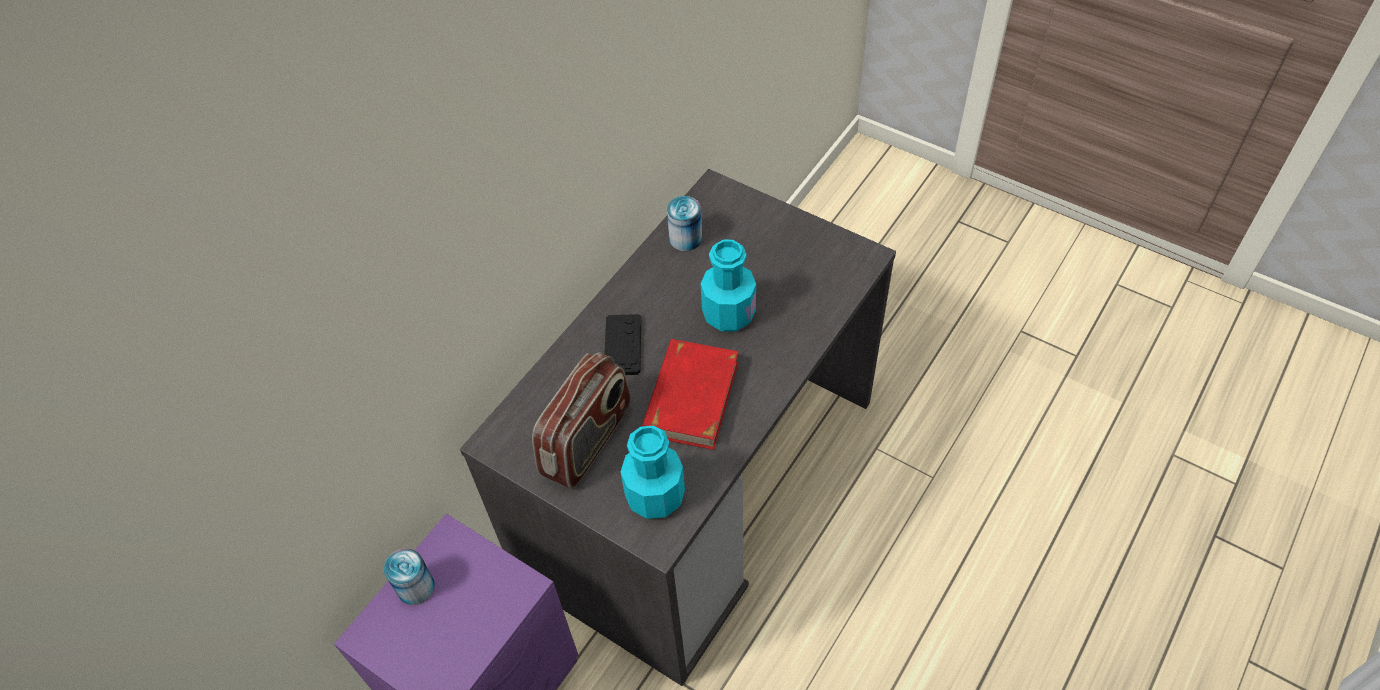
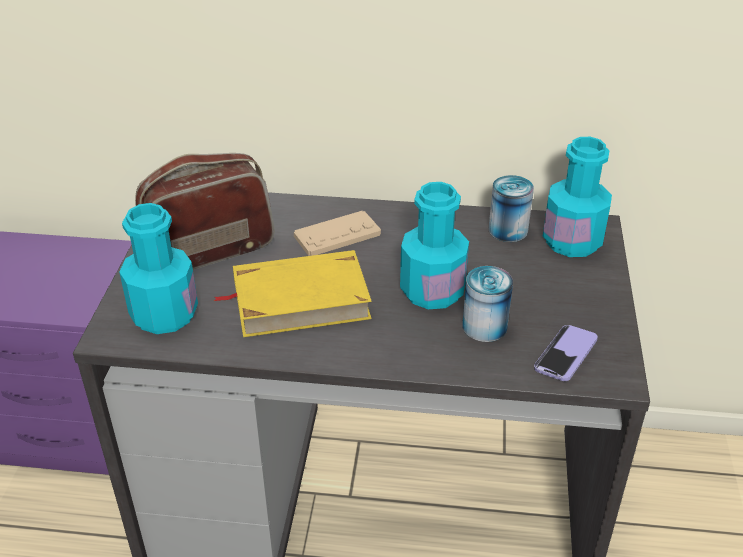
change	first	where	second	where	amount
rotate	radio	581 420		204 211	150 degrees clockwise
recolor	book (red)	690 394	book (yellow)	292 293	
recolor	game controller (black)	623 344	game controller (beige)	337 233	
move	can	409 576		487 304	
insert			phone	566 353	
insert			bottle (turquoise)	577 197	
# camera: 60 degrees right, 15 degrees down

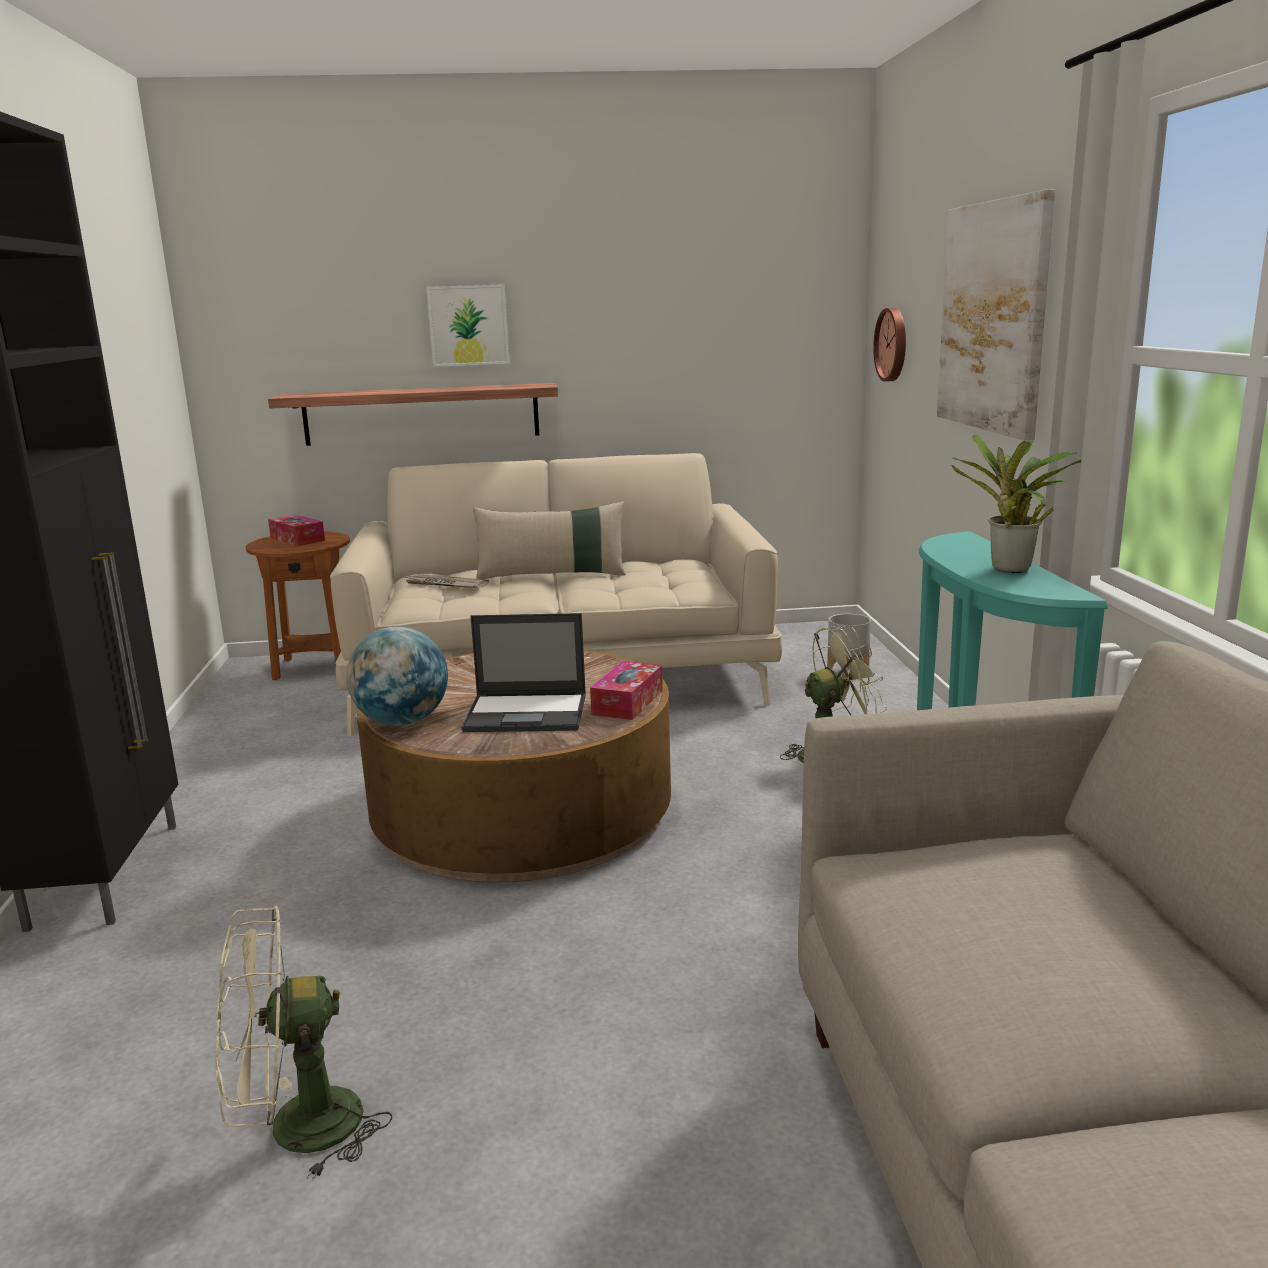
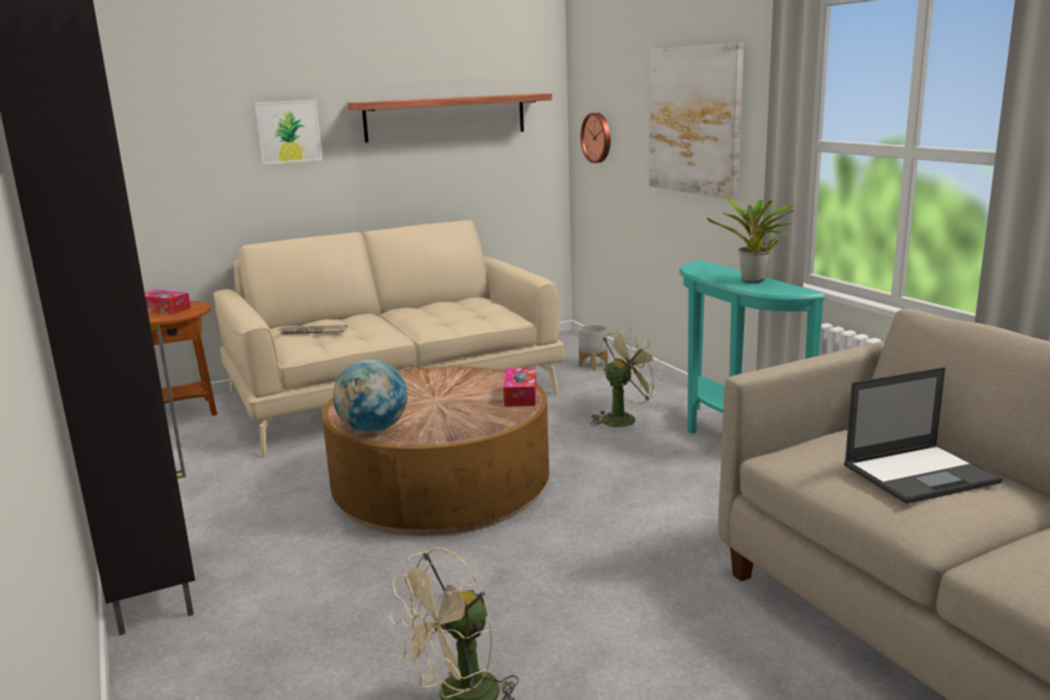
change	first	where	second	where	amount
move	shelf	413 414		449 118	
move	laptop	524 672		923 435	
delete	pillow (beige)	549 540			
# camera: 20 degrees left, 0 degrees up

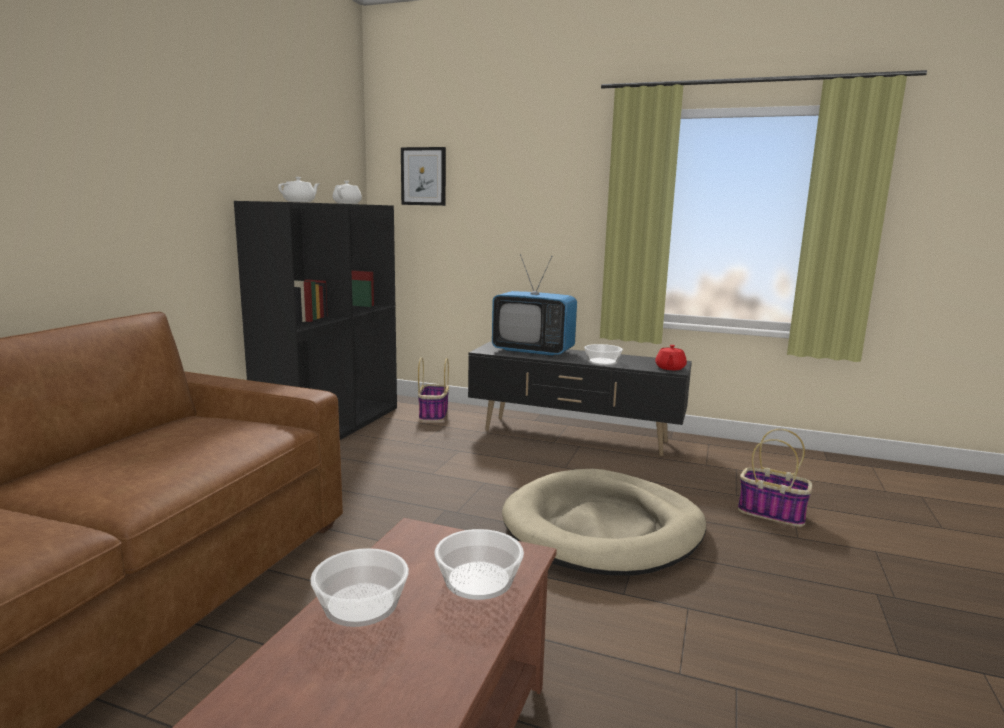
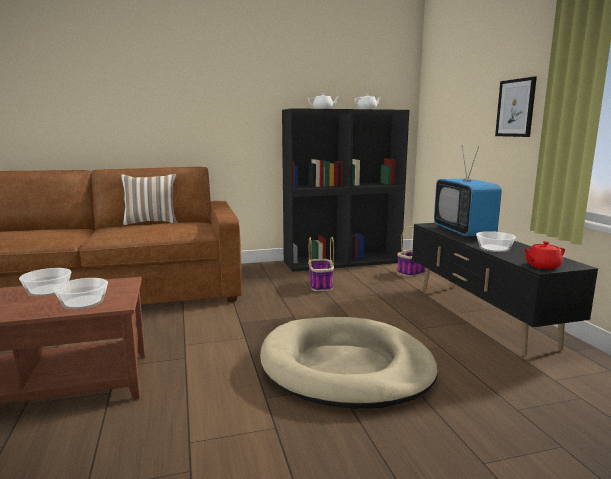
change	first	where	second	where	amount
insert			pillow	149 199	
move	basket	775 478		321 264	
move	picture	423 176		516 106	
# camera: 55 degrees right, 0 degrees up

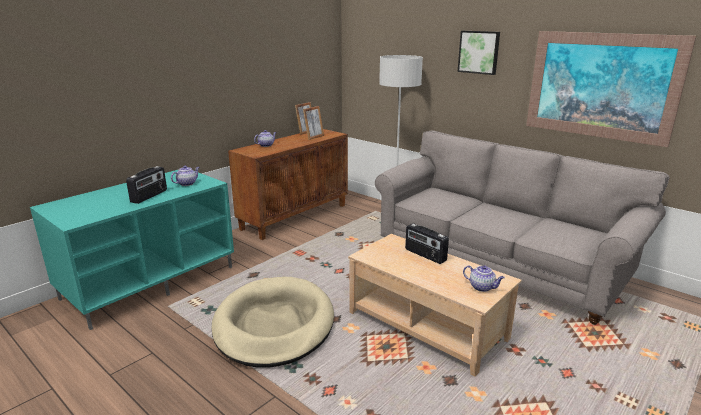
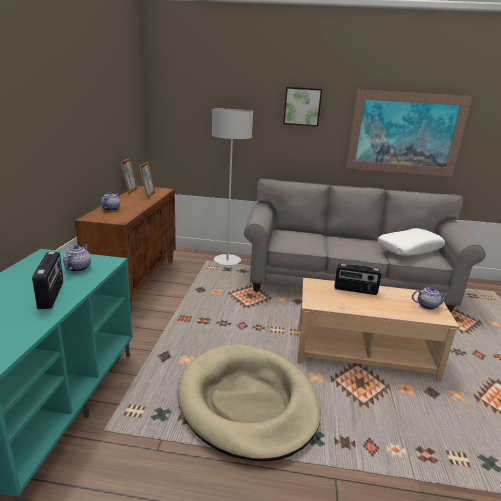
change	first	where	second	where	amount
insert			pillow (white)	411 242	
# camera: 35 degrees left, 0 degrees up

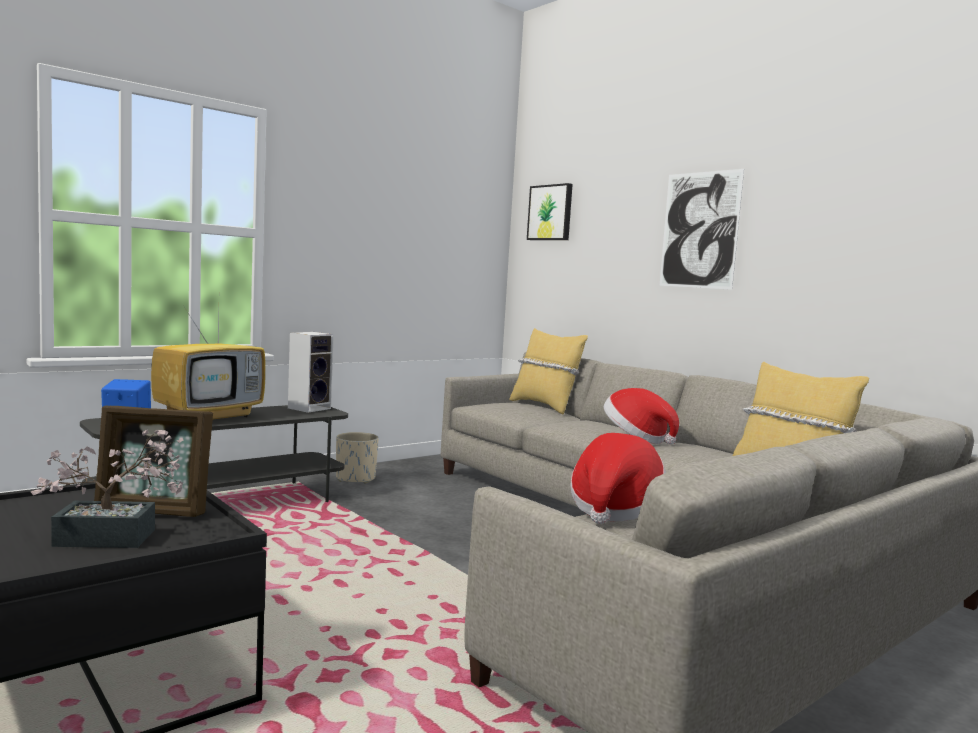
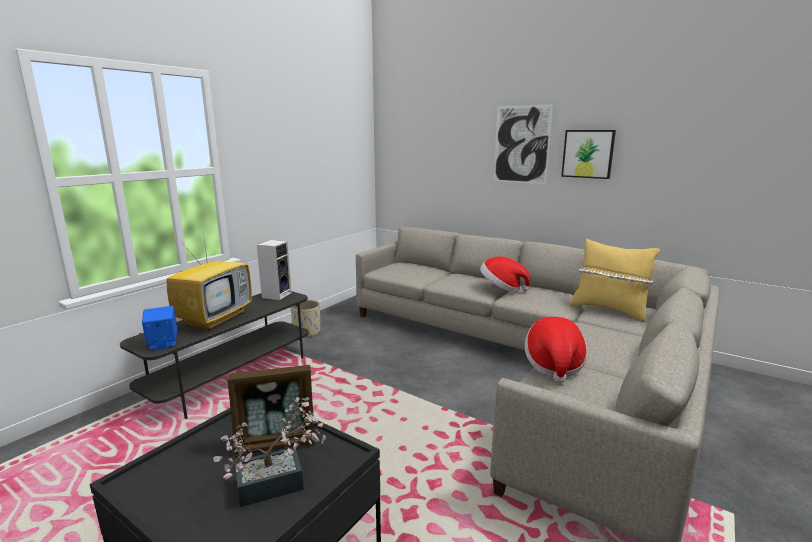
change	first	where	second	where	amount
move	picture	550 211		588 154	
delete	pillow (yellow)	548 371			
# camera: 15 degrees left, 10 degrees up

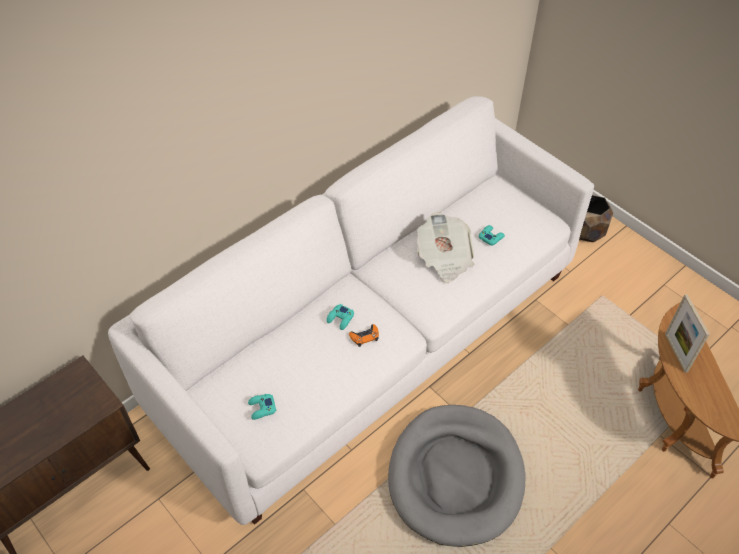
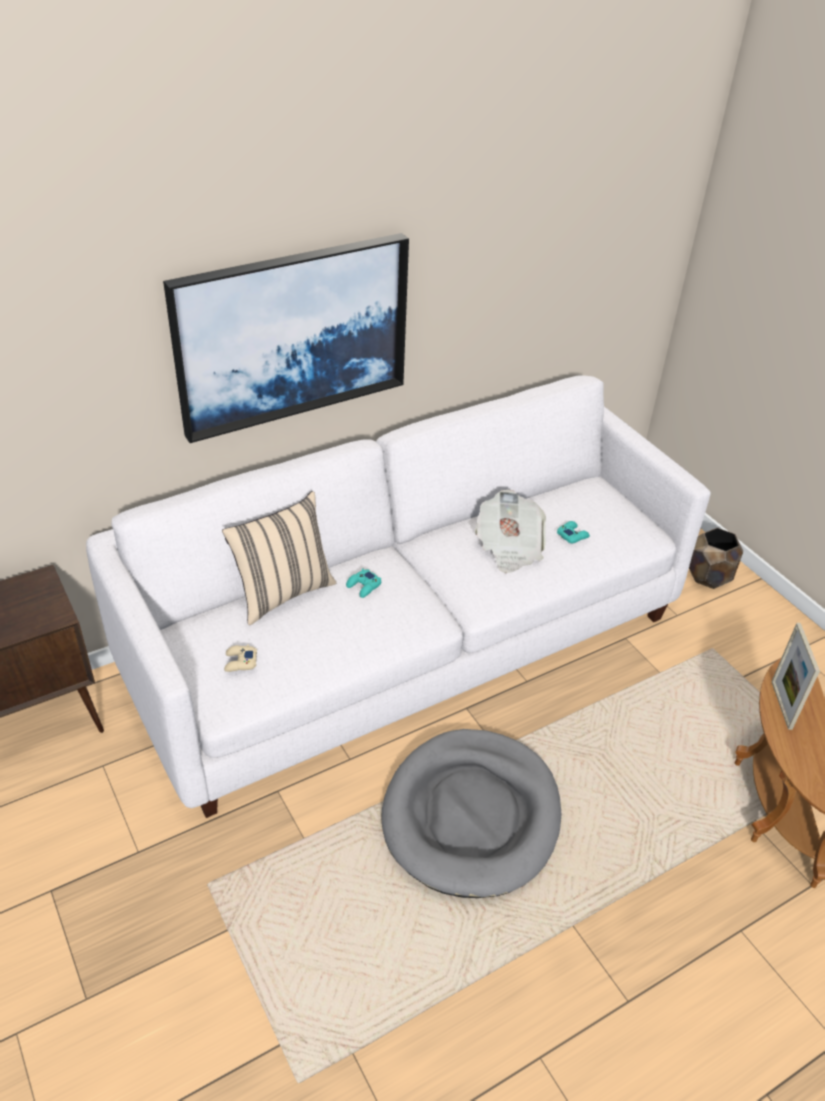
change	first	where	second	where	amount
insert			picture	286 338	
insert			pillow (beige)	279 558	
recolor	game controller (turquoise)	262 407	game controller (beige)	240 658	
delete	game controller (orange)	364 335			
# camera: 10 degrees right, 10 degrees down

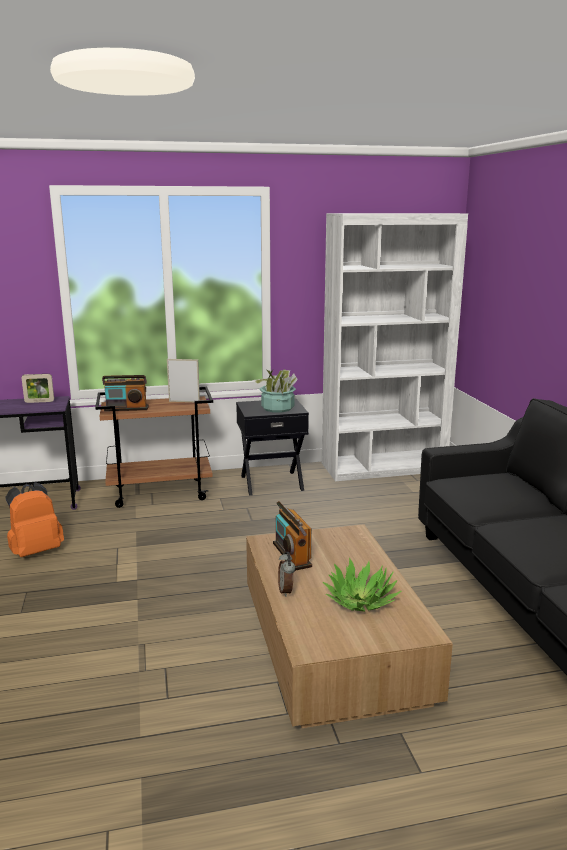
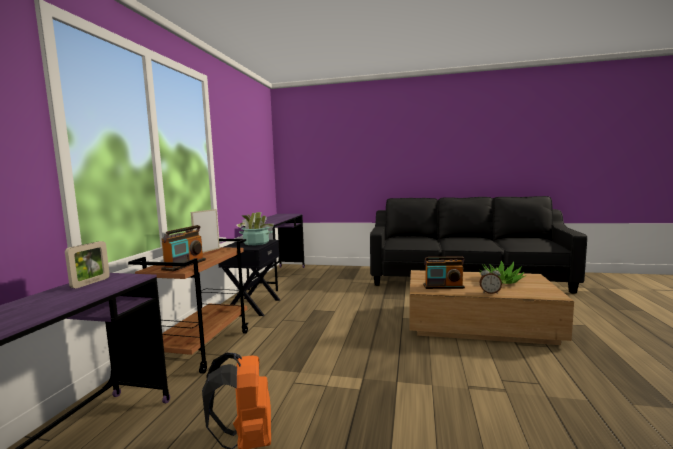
change	first	where	second	where	amount
replace	bookcase (white)	395 347	desk (purple)	274 252	
# camera: 65 degrees left, 10 degrees down

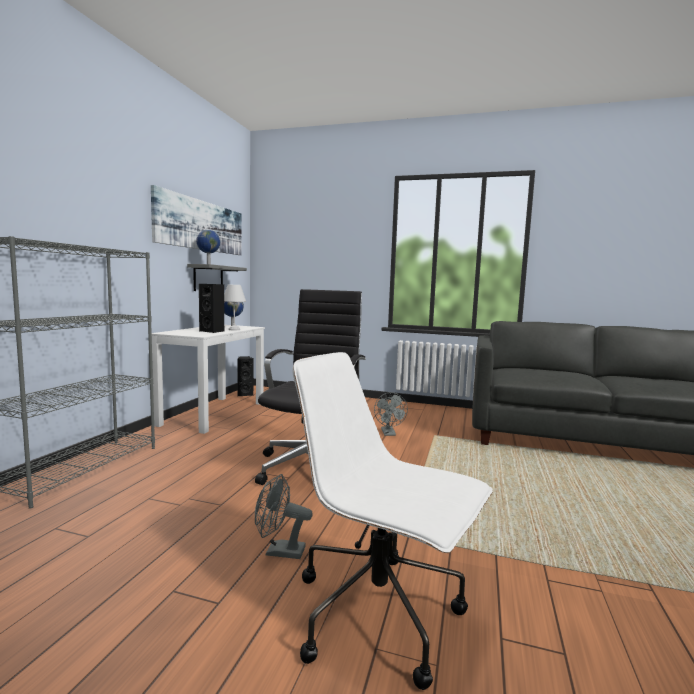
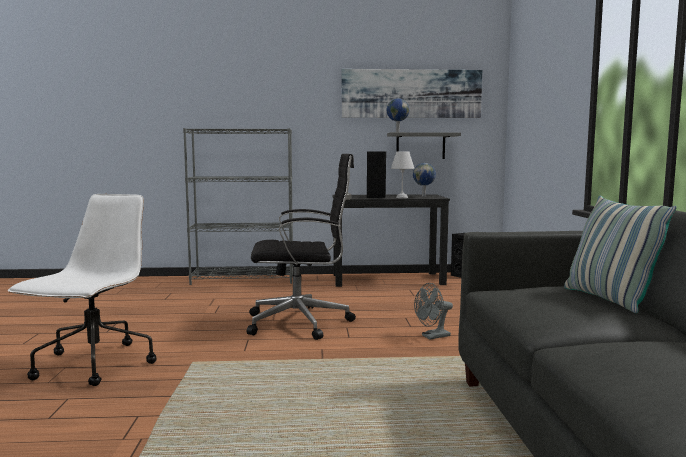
change	first	where	second	where	amount
recolor	desk (white)	208 379	desk (black)	391 240	
insert			pillow	620 254	
delete	fan (grey)	284 516			
# camera: 70 degrees right, 0 degrees up

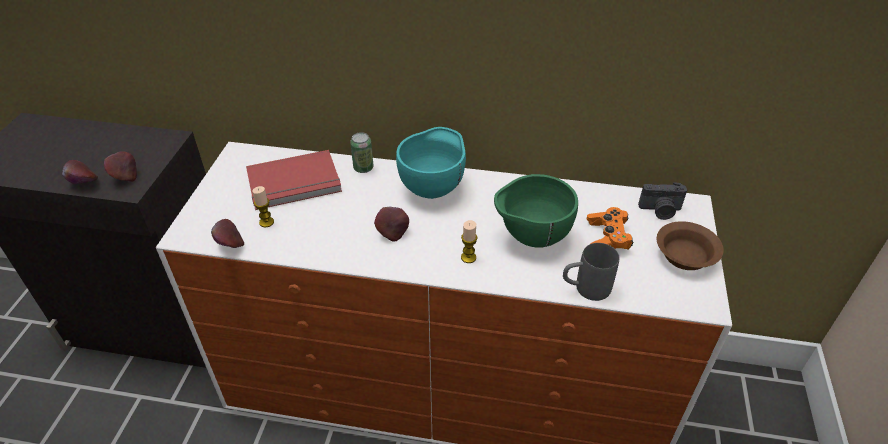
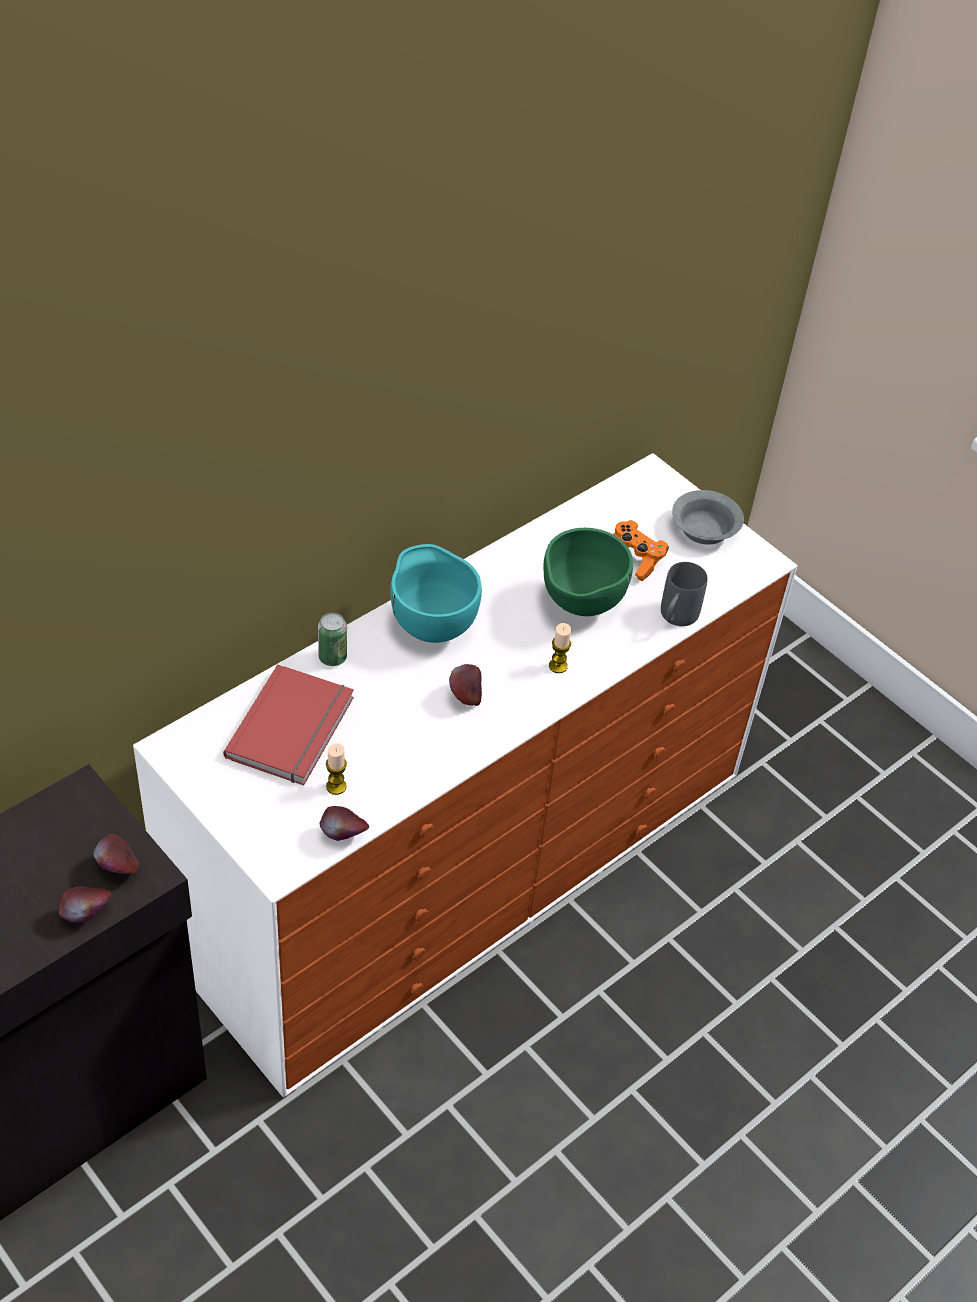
change	first	where	second	where	amount
recolor	bowl (brown)	690 245	bowl (grey)	708 517	
delete	photo camera	662 201			
# camera: 55 degrees left, 5 degrees up

